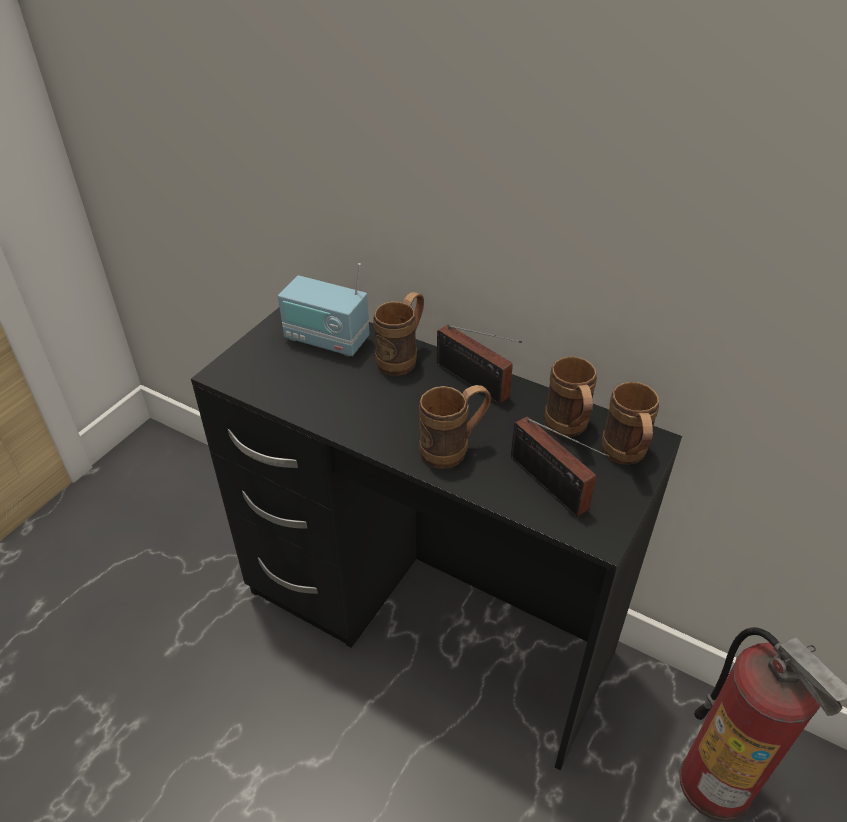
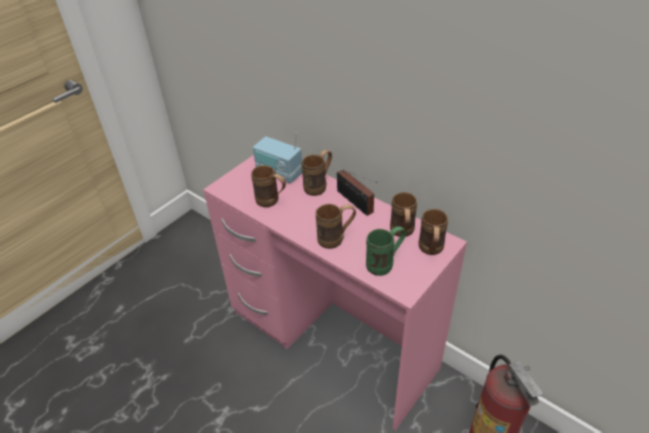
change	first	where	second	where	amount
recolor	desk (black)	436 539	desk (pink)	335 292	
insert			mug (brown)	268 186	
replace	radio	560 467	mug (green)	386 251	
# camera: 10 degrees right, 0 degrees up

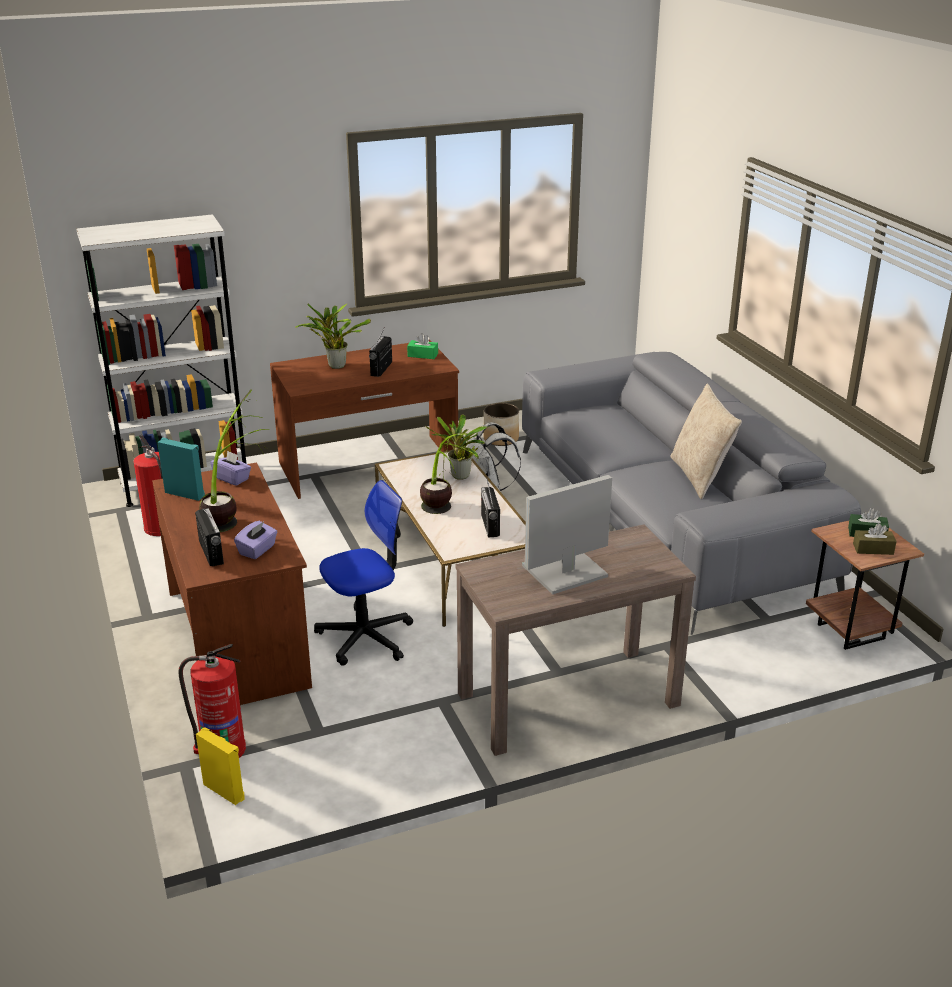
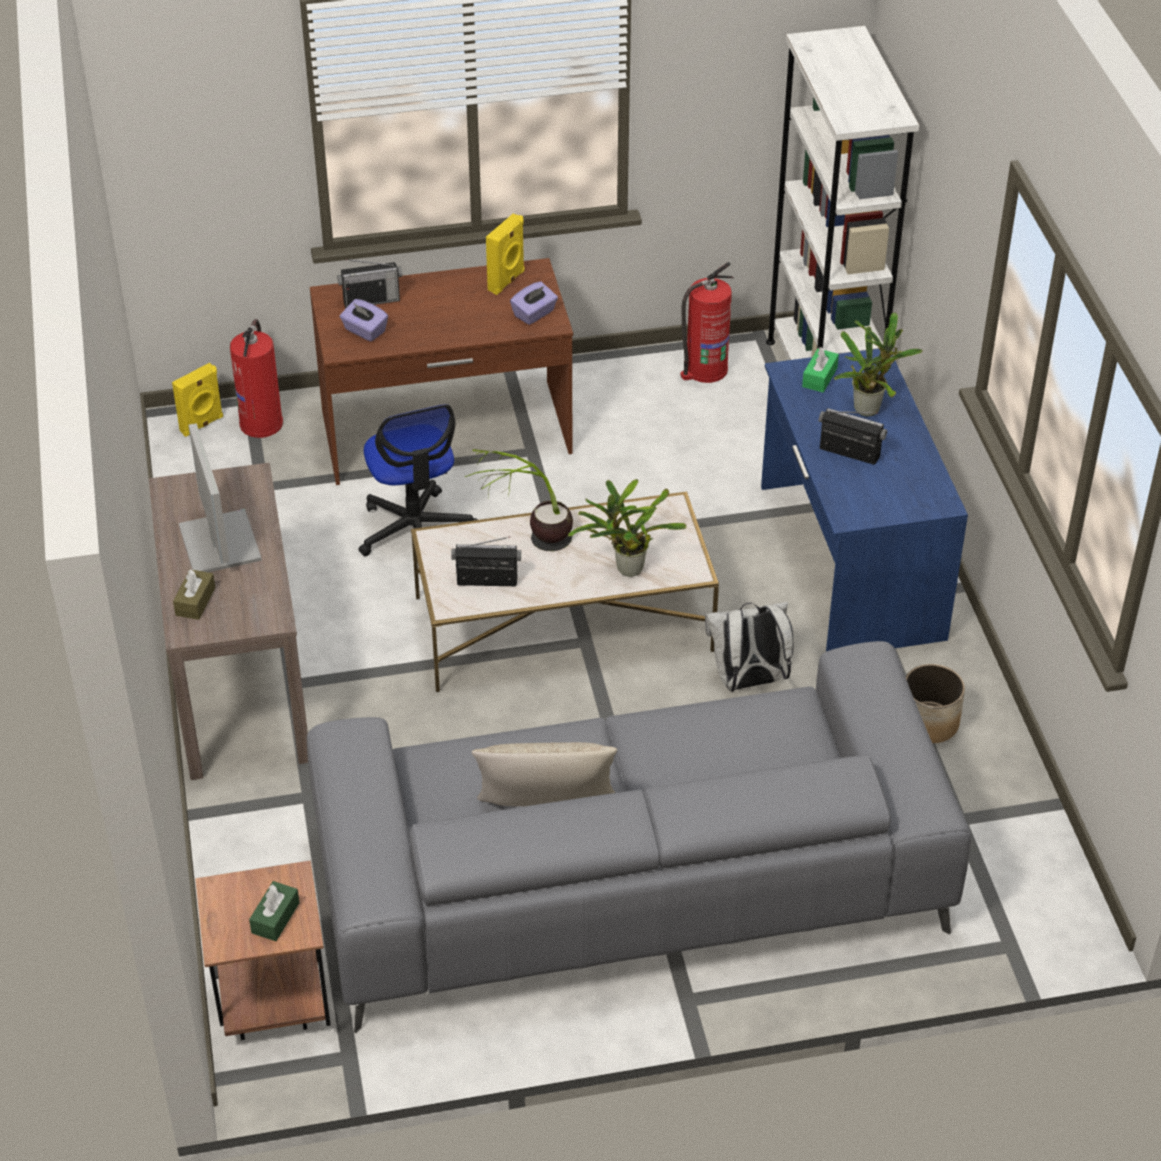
change	first	where	second	where	amount
move	tissue box (brown)	875 539		194 594	
recolor	speaker (turquoise)	181 469	speaker (yellow)	505 254	
recolor	desk (brown)	364 419	desk (blue)	864 500	
move	tissue box (green)	422 346		820 370	
delete	potted plant	234 460			
# camera: 100 degrees right, 15 degrees up

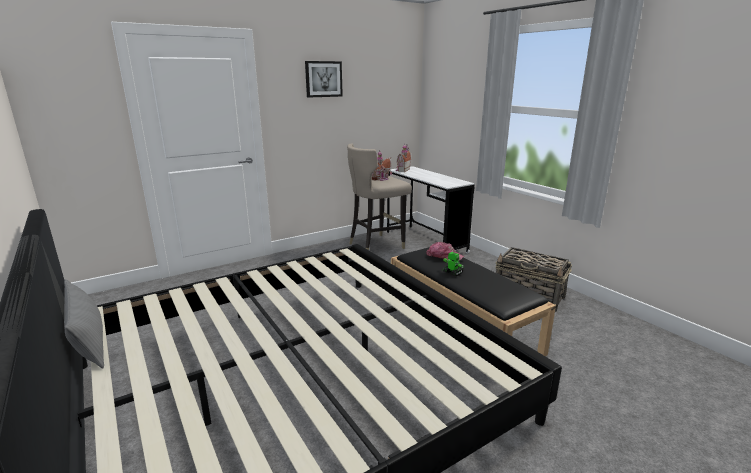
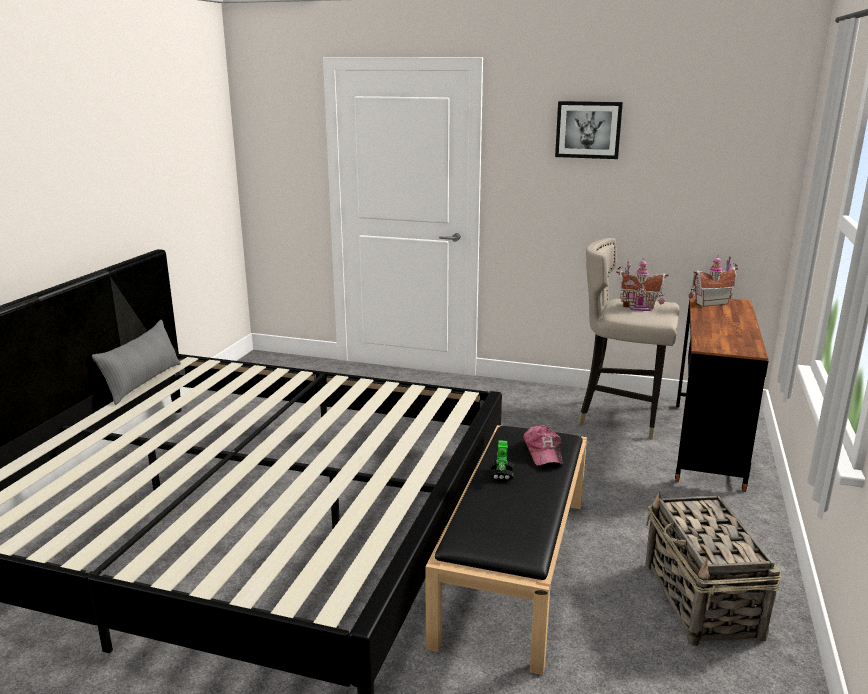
change	first	where	second	where	amount
recolor	desk (white)	431 210	desk (brown)	721 394	
# camera: 50 degrees right, 0 degrees up

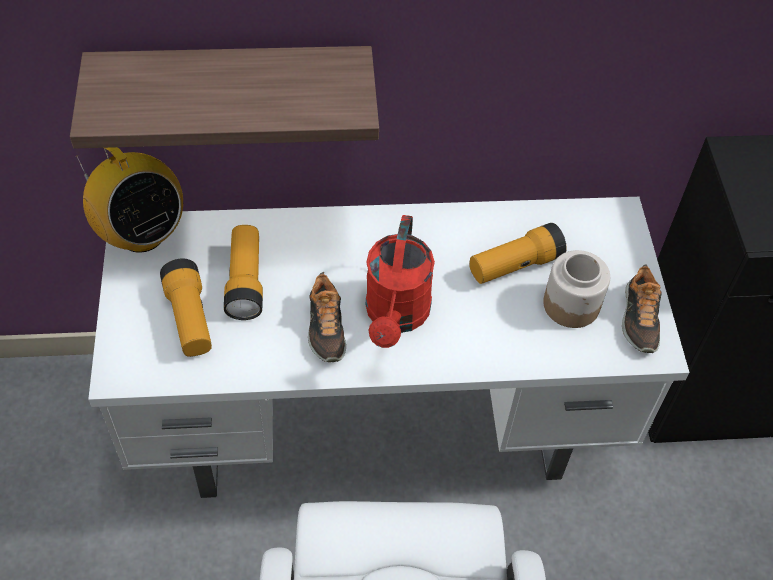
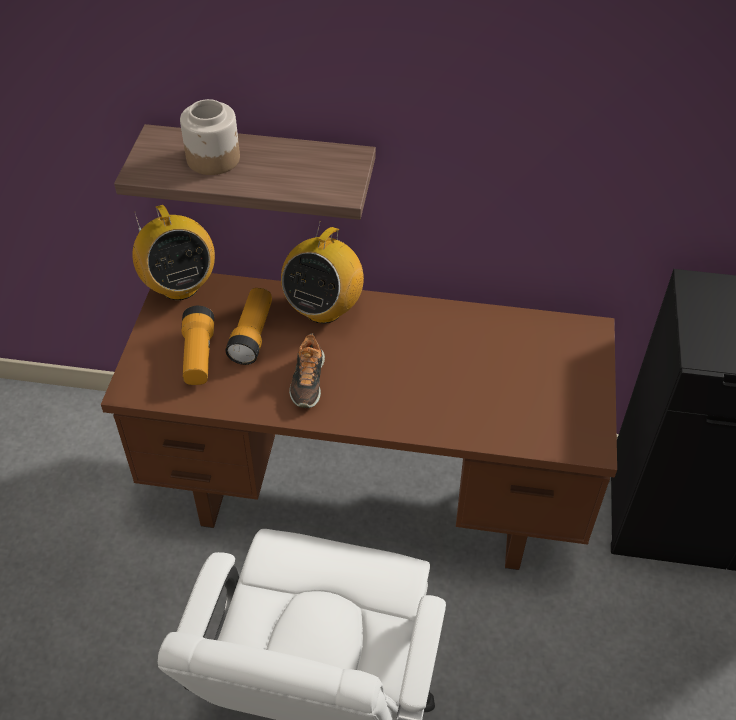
change	first	where	second	where	amount
recolor	desk (white)	389 347	desk (brown)	359 421	
move	jar	576 289		210 137	
insert			radio	322 272	
delete	watering can (red)	400 281			
delete	flashlight	518 253			
delete	shoe	642 308			
# camera: 15 degrees right, 5 degrees down

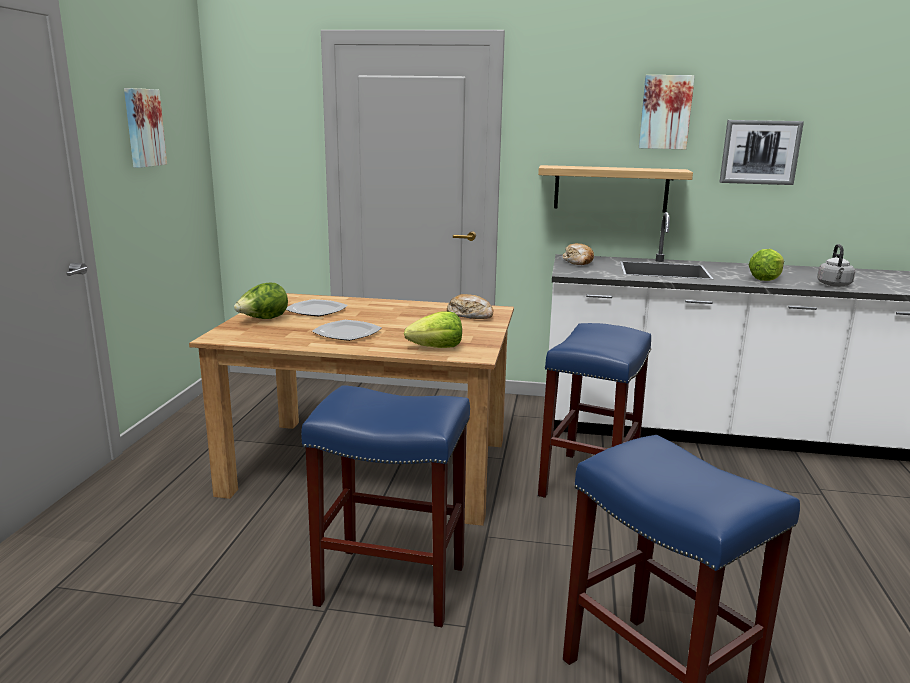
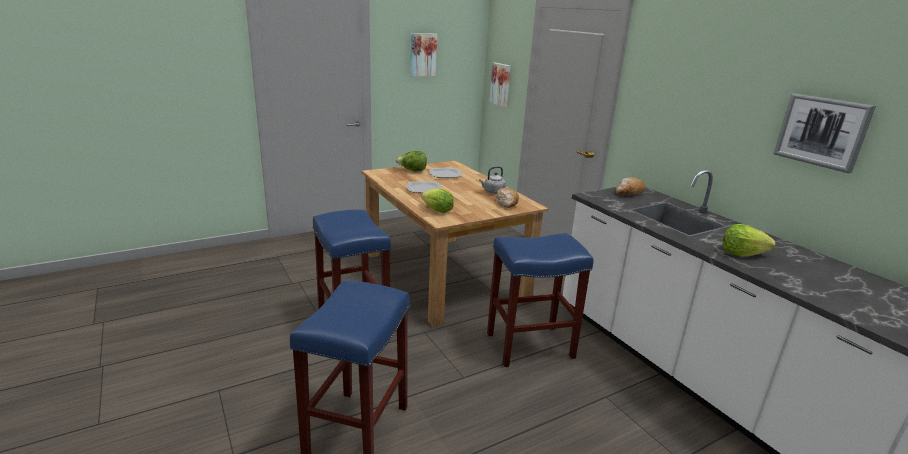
change	first	where	second	where	amount
move	kettle (grey)	836 265		492 180	
move	picture	667 112		500 85	
delete	shelf	615 189			
# camera: 50 degrees right, 5 degrees up

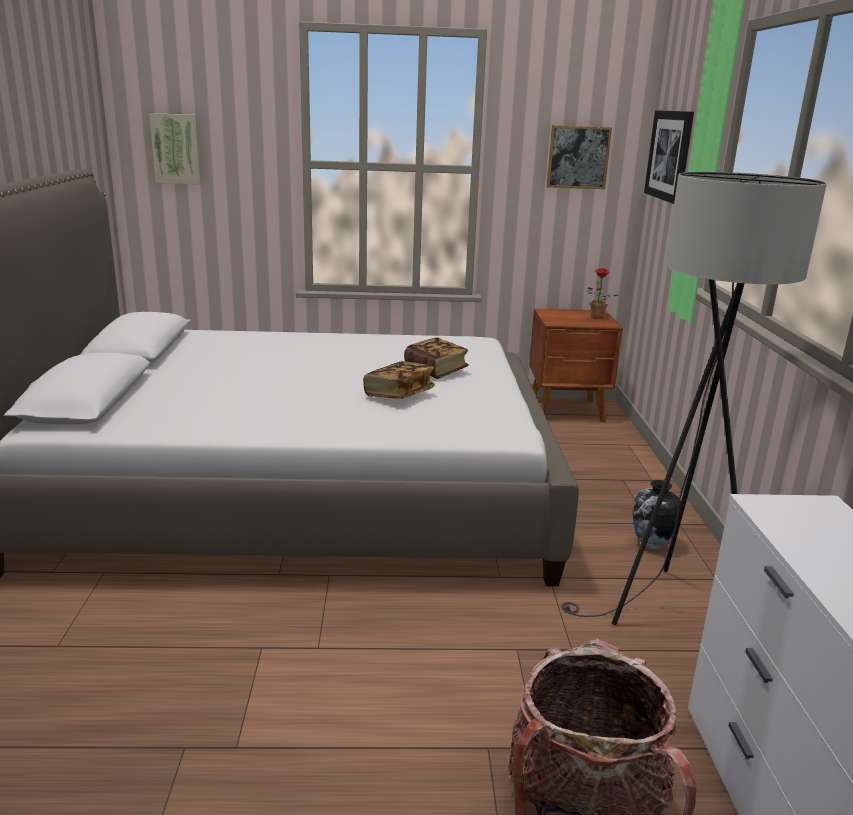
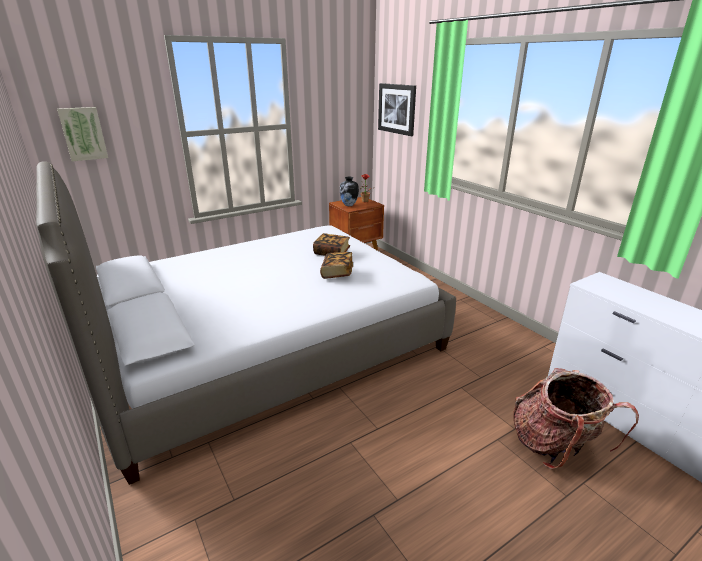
change	first	where	second	where	amount
move	vase	657 514		349 191	
delete	picture	579 157			
delete	floor lamp (grey)	694 398			
# camera: 30 degrees left, 5 degrees up

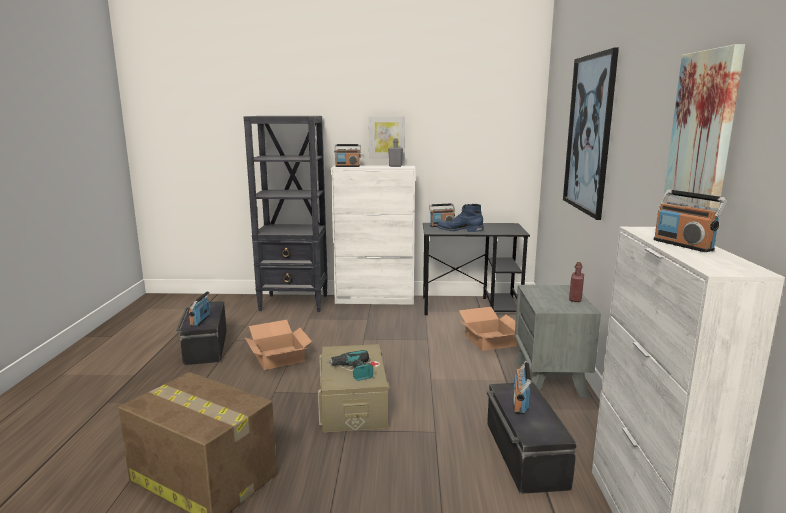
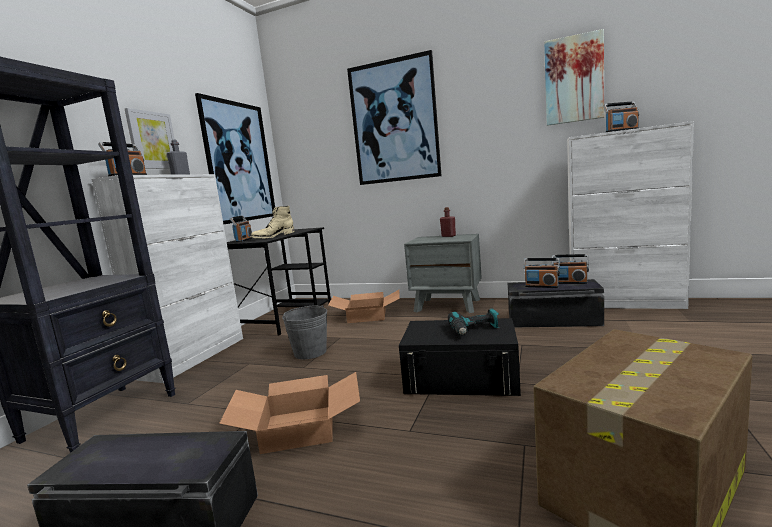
change	first	where	second	where	amount
insert			picture	235 158	
recolor	boot (blue)	460 218	boot (beige)	272 222	
insert			bucket (grey)	304 332	
recolor	storage box (beige)	354 388	storage box (black)	460 357	
move	radio	199 309		570 269	
# camera: 70 degrees left, 5 degrees down

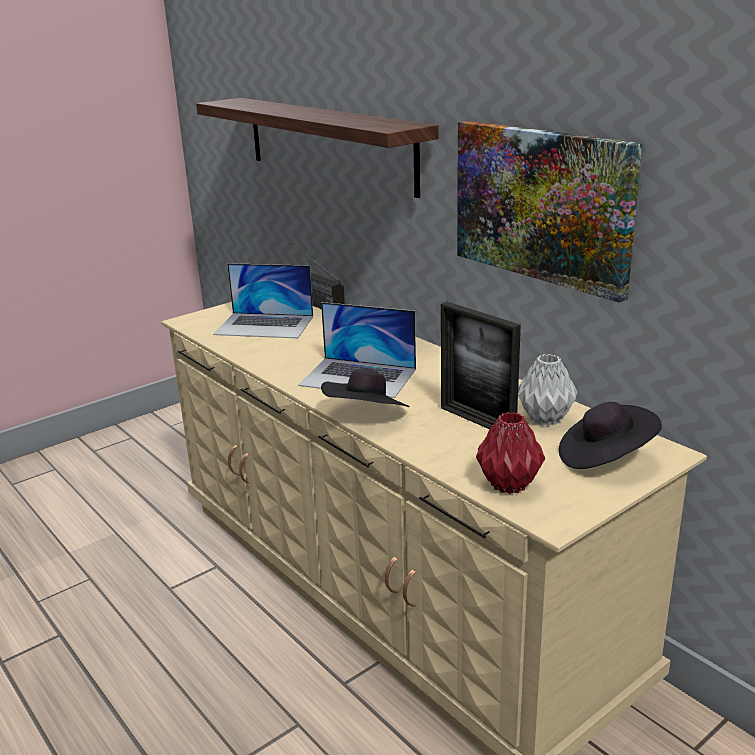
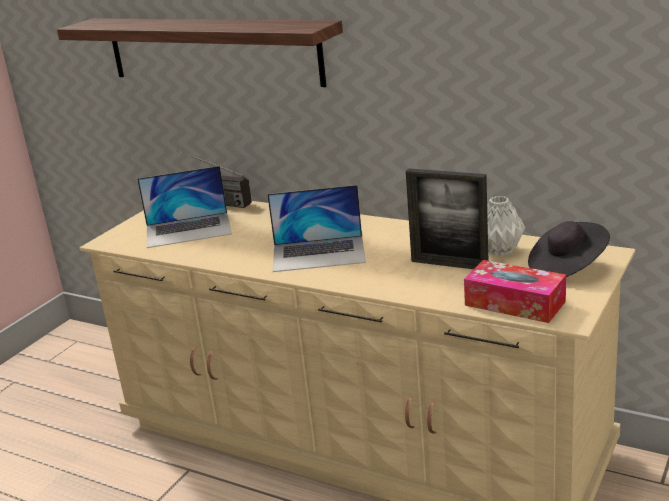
change	first	where	second	where	amount
replace	vase (red)	510 453	tissue box	515 291	
delete	hat (black)	365 388			
delete	picture	550 212			
# camera: 20 degrees left, 0 degrees up

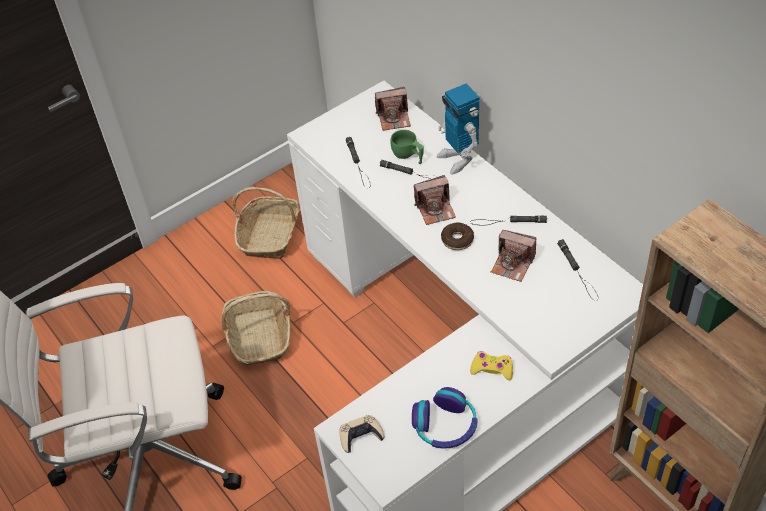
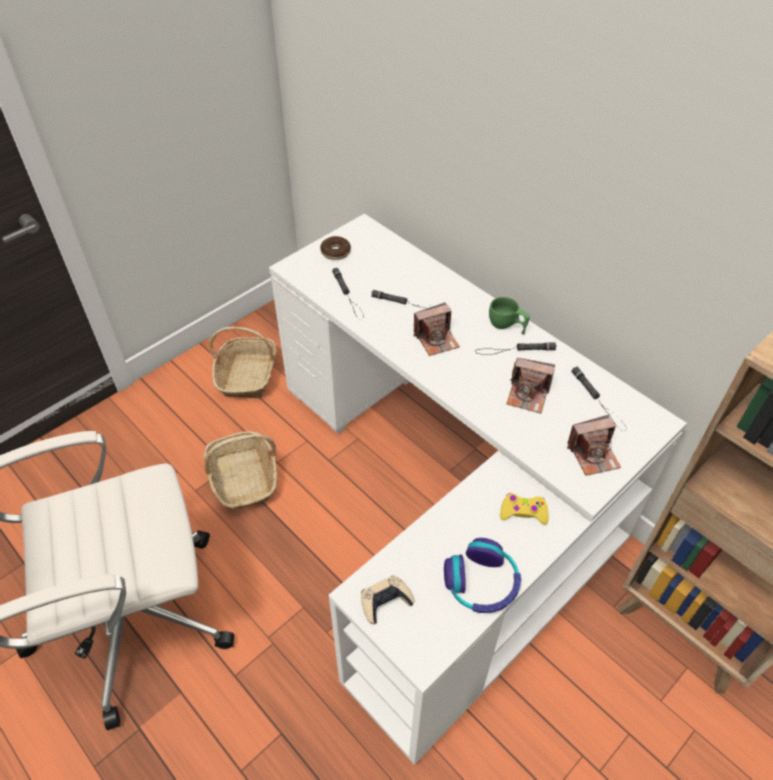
change	first	where	second	where	amount
move	donut	457 236		335 248	
move	cup (green)	407 147		509 316	
move	photo camera	393 109		594 445	
delete	toy robot	457 129			
# camera: 10 degrees left, 0 degrees up

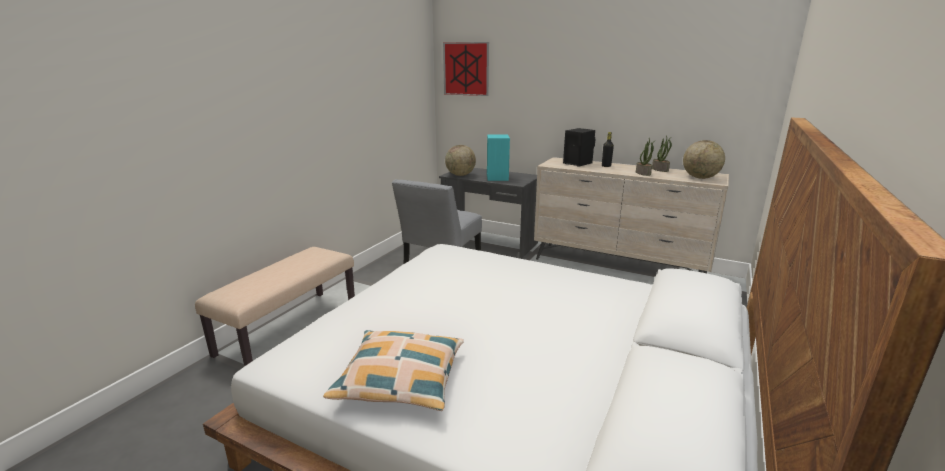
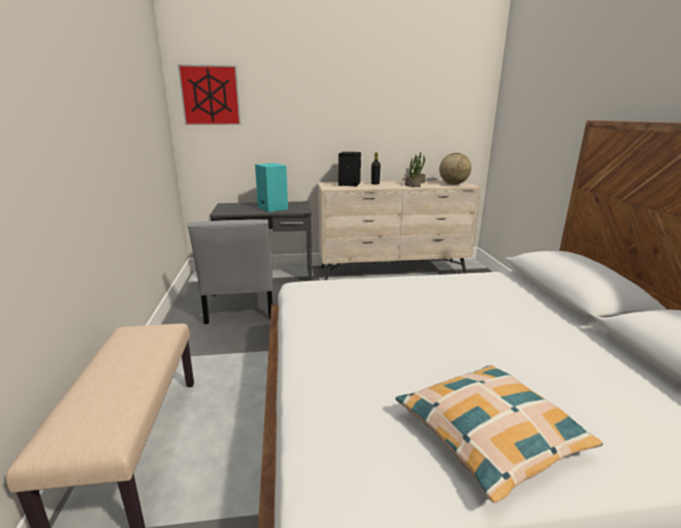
change	first	where	second	where	amount
delete	globe	460 160			
# camera: 35 degrees left, 0 degrees up

